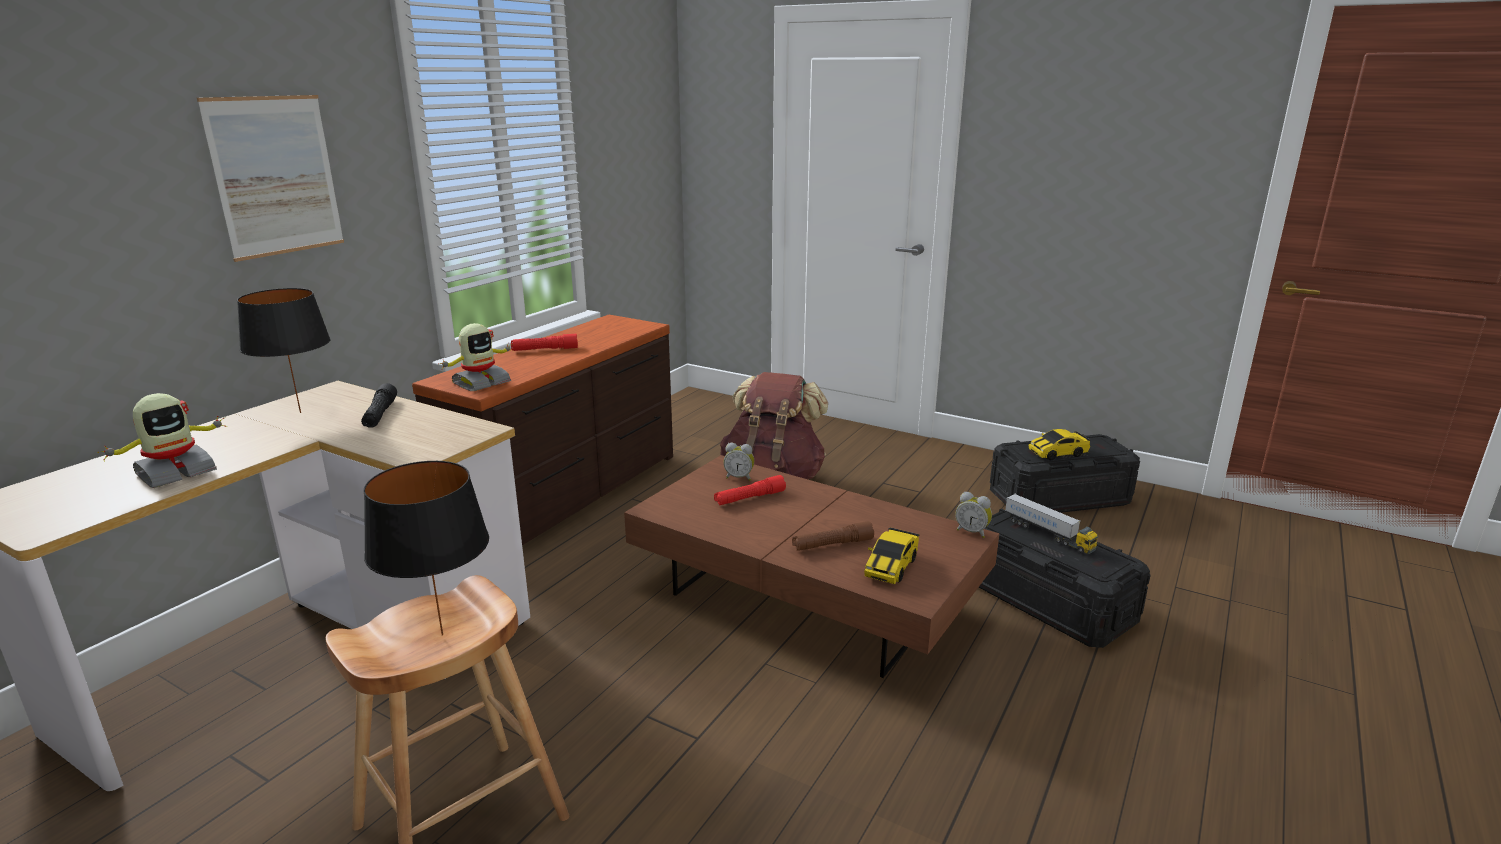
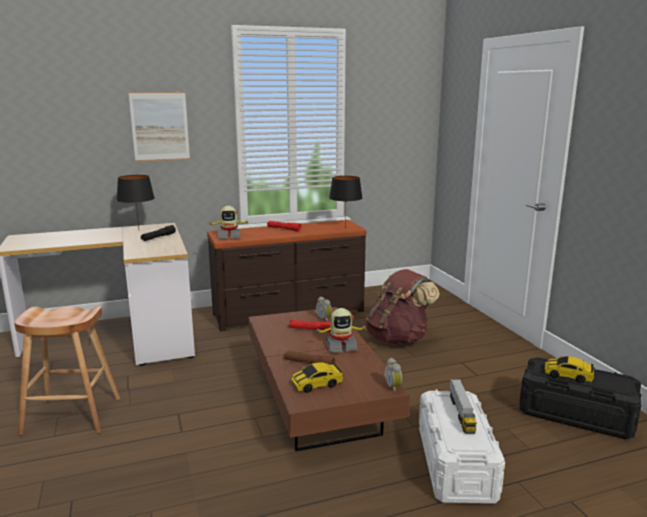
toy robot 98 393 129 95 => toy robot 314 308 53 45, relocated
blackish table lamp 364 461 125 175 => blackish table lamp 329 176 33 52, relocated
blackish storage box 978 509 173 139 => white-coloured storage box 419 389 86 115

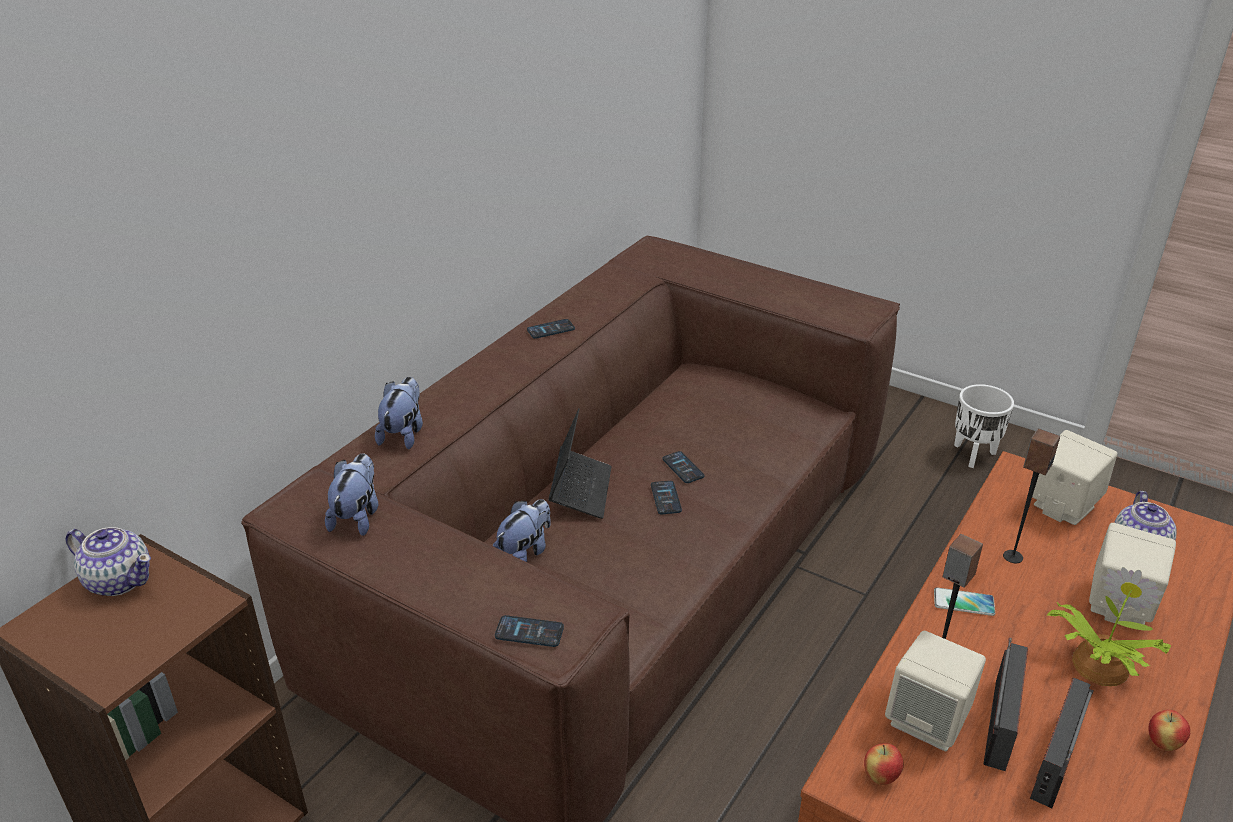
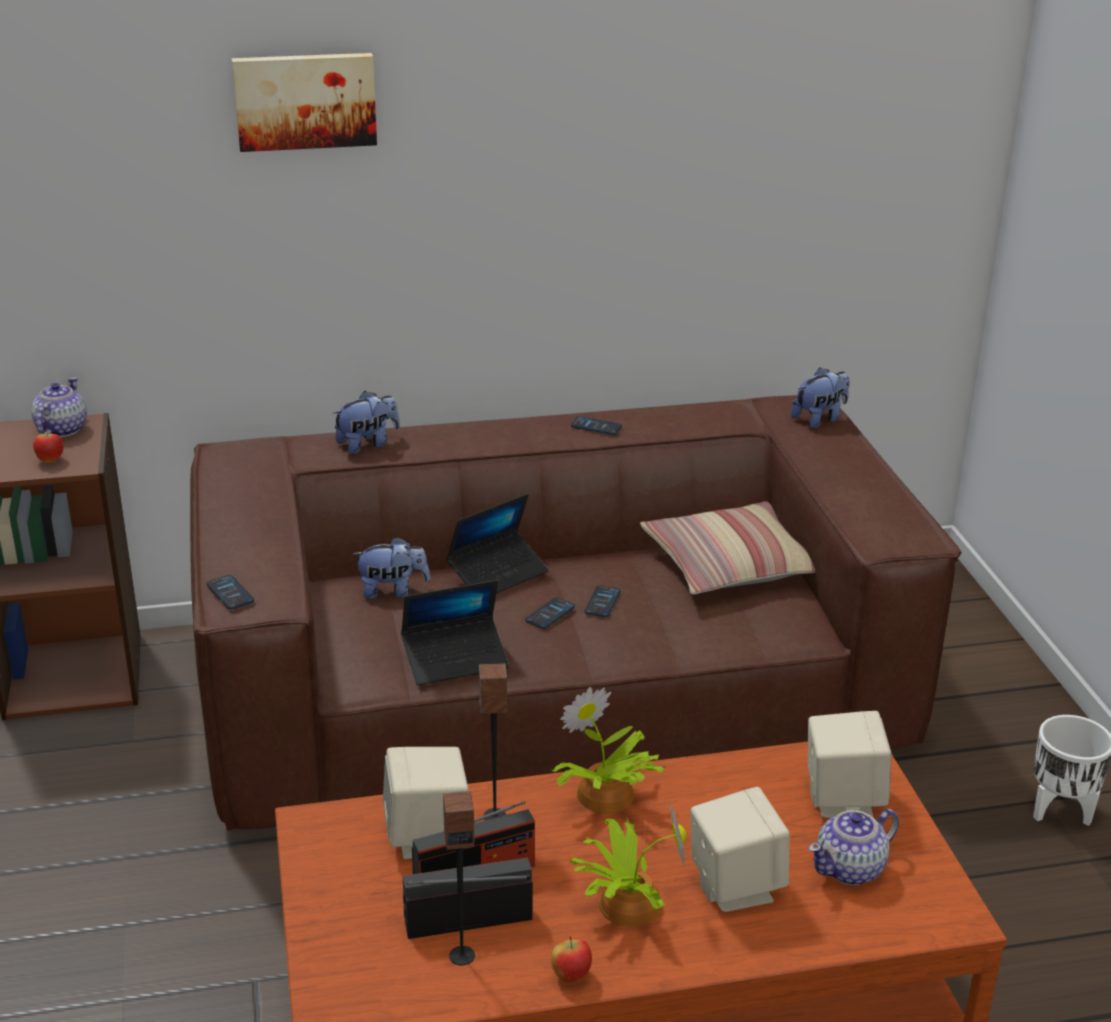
audio speaker 1003 429 57 134 => audio speaker 443 791 32 174, relocated
plush toy 325 453 53 83 => plush toy 791 367 59 62, relocated
teapot 65 527 86 69 => teapot 31 377 56 60, 150 degrees counterclockwise
handset 934 587 61 29 => potted plant 552 687 114 127
apple 864 743 40 42 => apple 33 428 31 35, relocated
nothing => picture 232 53 145 99
nothing => throw pillow 640 501 175 94
nothing => notebook computer 401 580 108 105

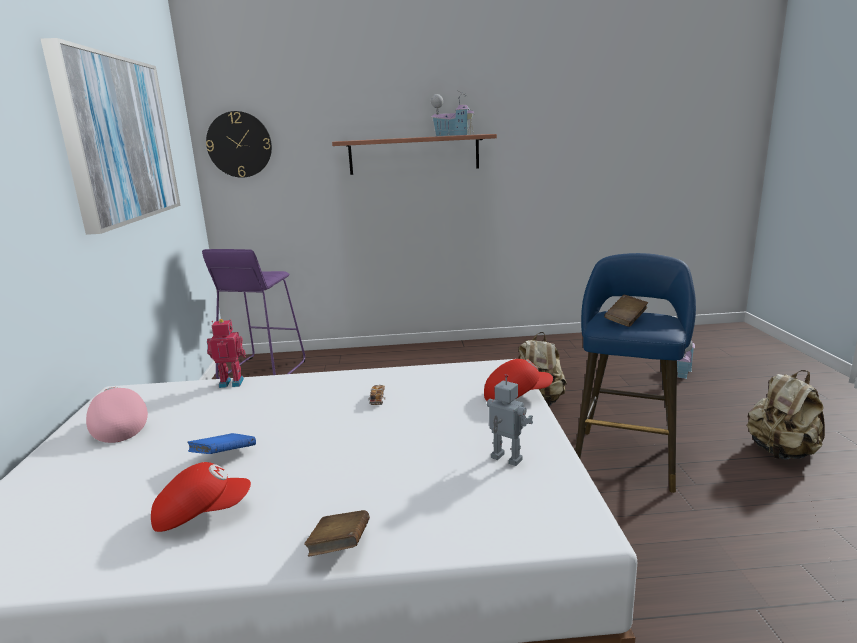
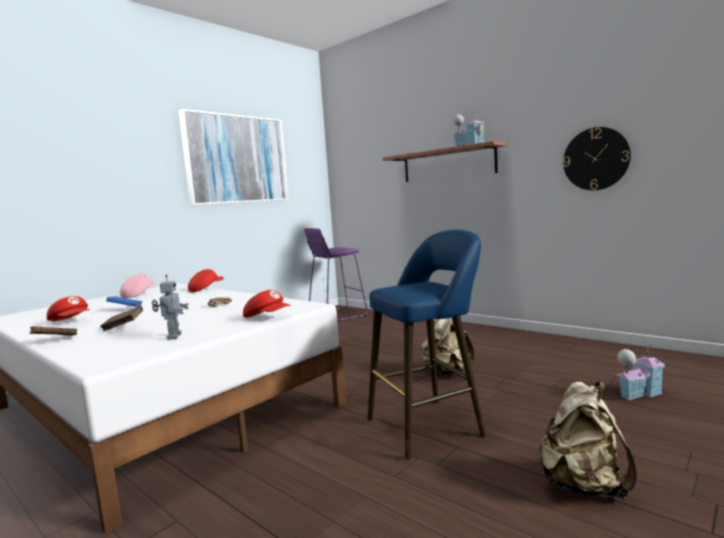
clock on the wall 206 111 66 67 => clock on the wall 563 127 68 63, relocated
brownish bound book 604 295 45 32 => brownish bound book 100 306 43 25, relocated
toy robot 207 319 39 69 => reddish baseball cap 188 269 36 23

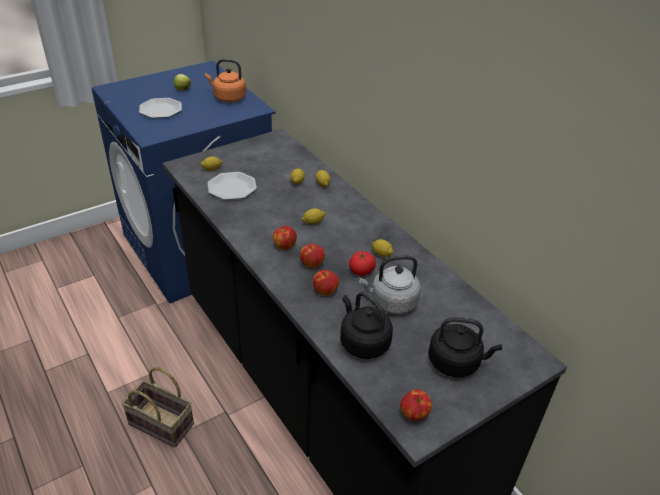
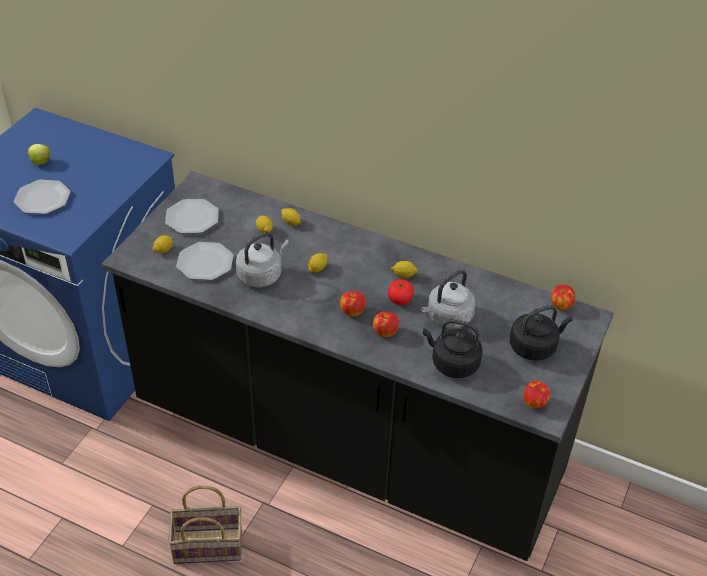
orange-coloured water kettle 205 59 41 43 => nothing
apple 273 226 24 24 => apple 551 285 24 25, relocated
nothing => dinner plate 165 199 54 35
nothing => grey water kettle 236 232 54 55

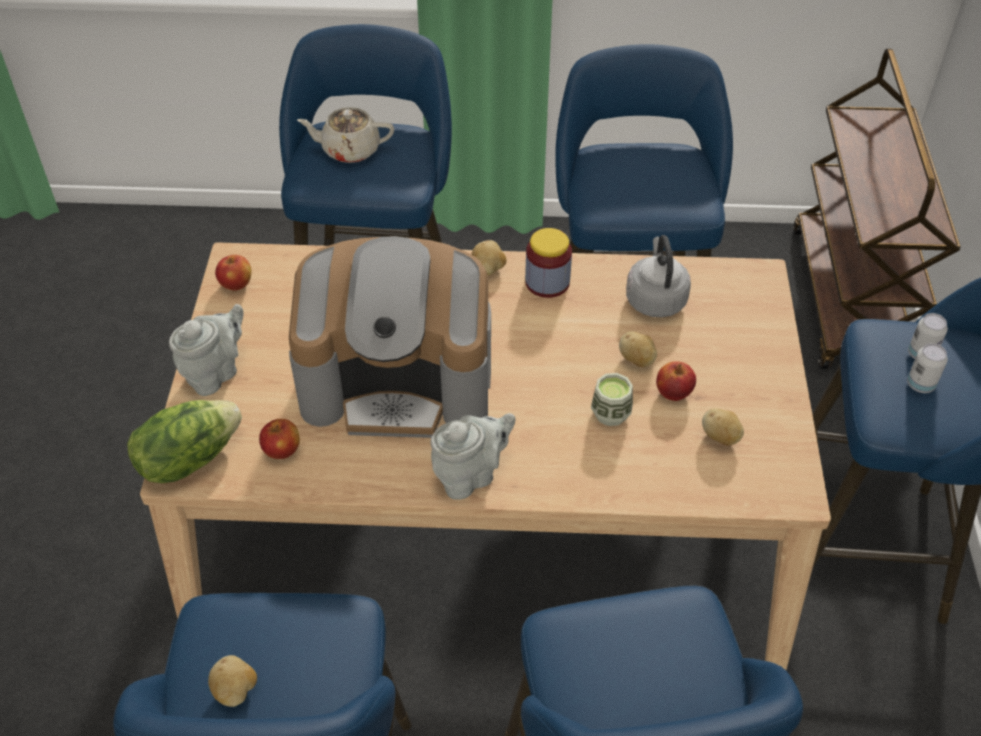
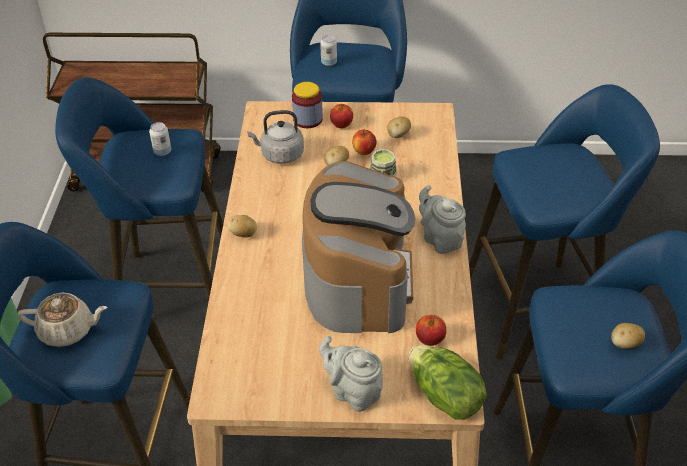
beige teapot 297 107 97 56 => beige teapot 18 293 90 54, 90 degrees counterclockwise
storage jar 525 228 47 70 => storage jar 292 82 31 46, relocated
apple 215 255 36 36 => apple 330 104 23 25, relocated
metal can 907 343 41 50 => metal can 149 122 22 34, relocated

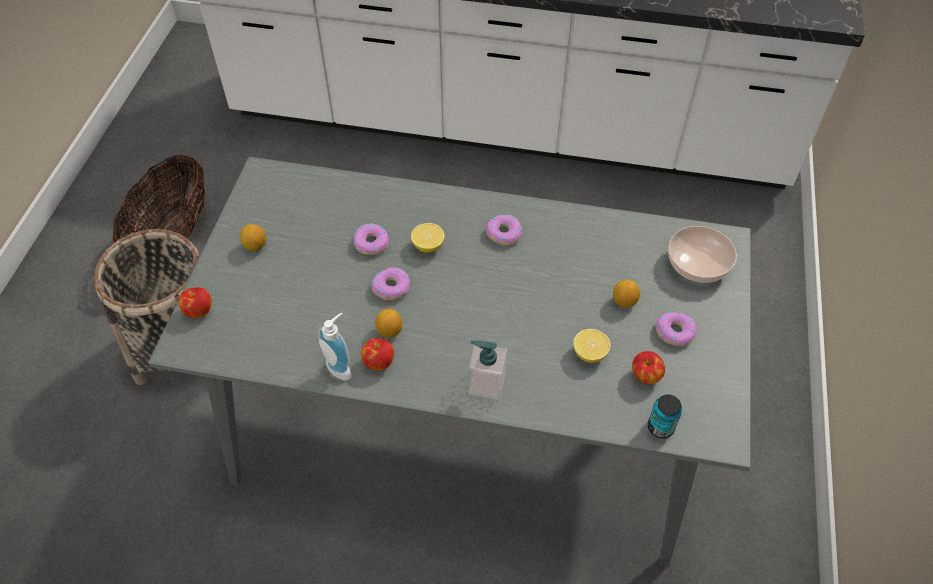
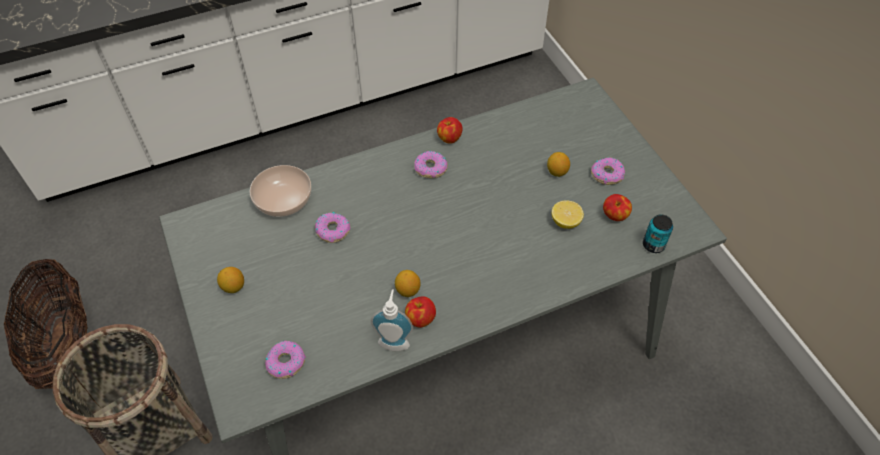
lemon 411 223 34 30 => nothing
bowl 668 226 69 57 => bowl 250 165 61 52, relocated
donut 372 267 38 33 => donut 265 341 41 38, relocated
apple 178 287 34 32 => apple 437 117 26 26, relocated
liquid soap bottle 468 340 39 60 => nothing

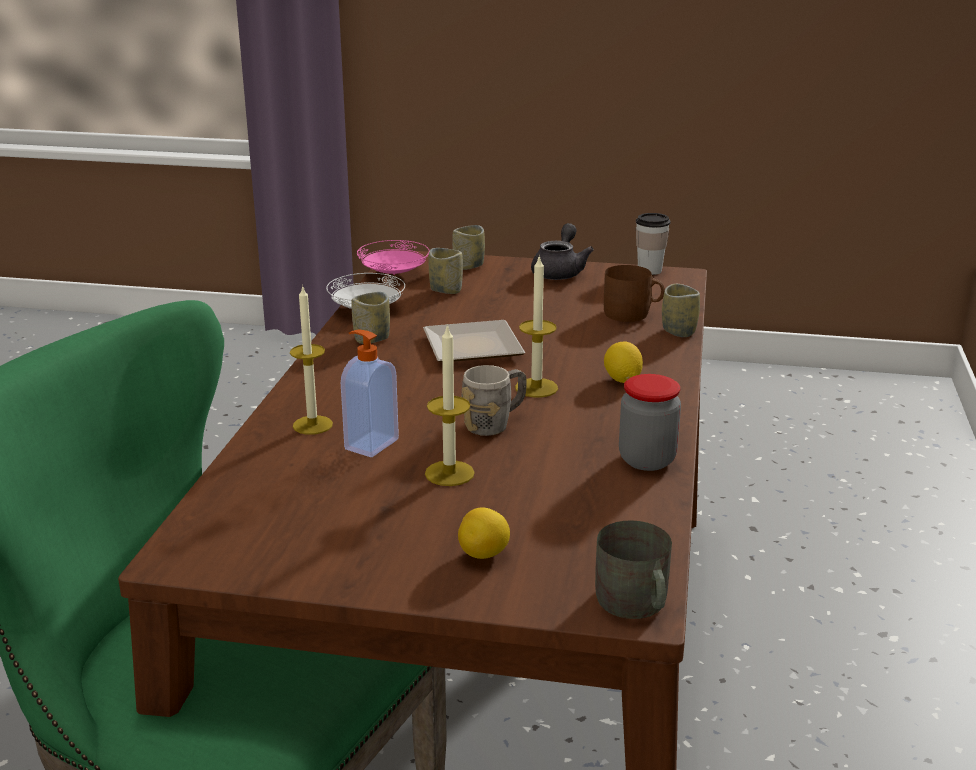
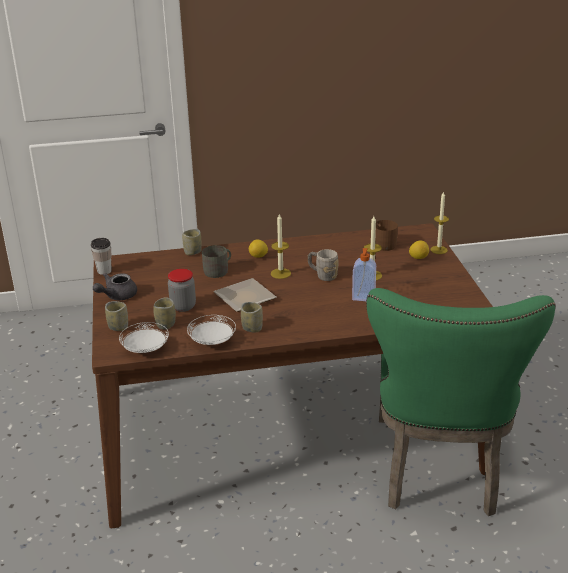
grey teapot 531 223 63 57 => grey teapot 93 273 44 27, 45 degrees counterclockwise
pink-coloured dinner plate 357 240 73 35 => white-coloured dinner plate 119 322 50 31
brownish mug 604 265 61 57 => brownish mug 375 220 23 31, relocated
candle 290 285 43 150 => candle 430 191 19 63, relocated
storage jar 619 374 62 97 => storage jar 168 269 28 43, relocated
grey mug 595 520 77 99 => grey mug 202 245 29 33, relocated

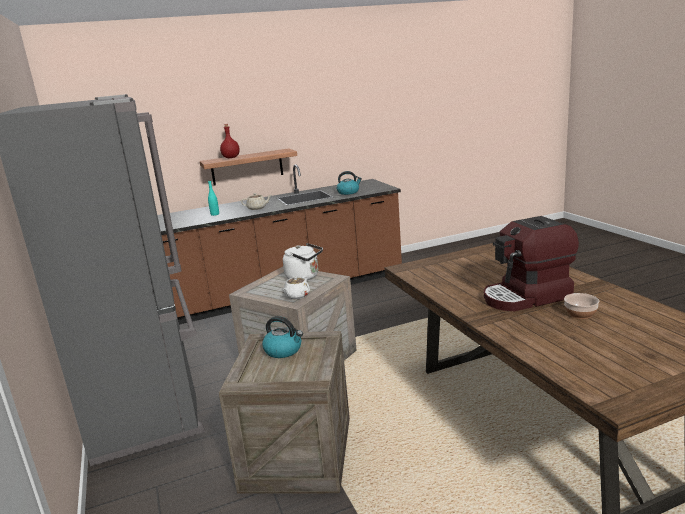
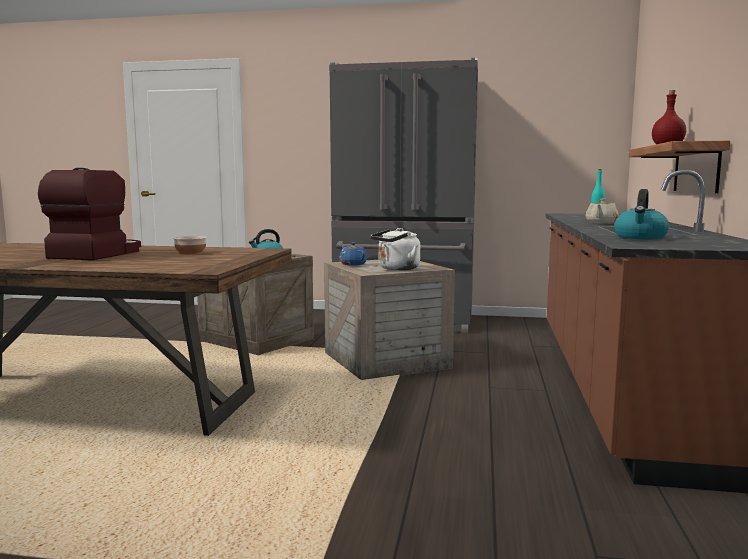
white-coloured teapot 284 276 26 23 => bluish teapot 339 243 28 23
bowl 564 293 35 26 => bowl 173 236 34 18, relocated

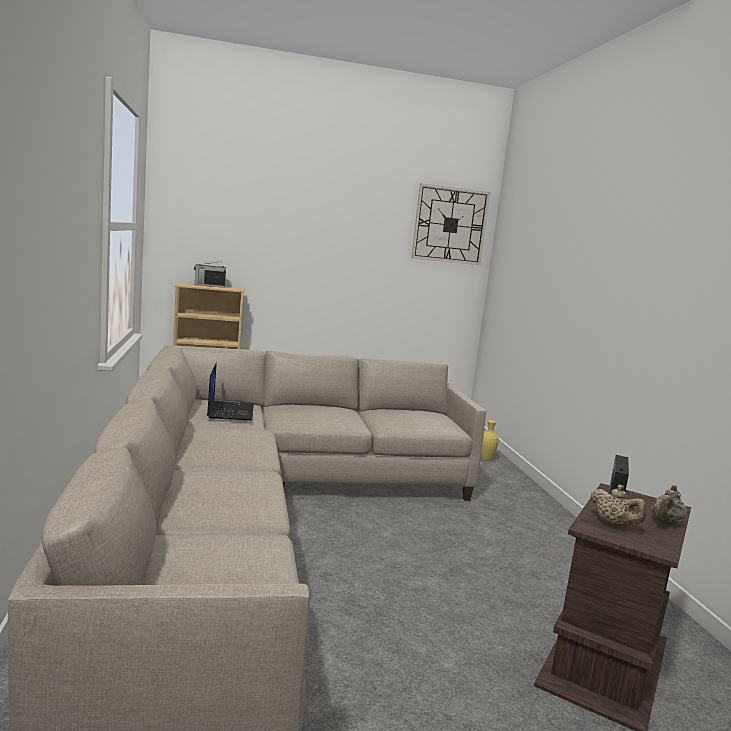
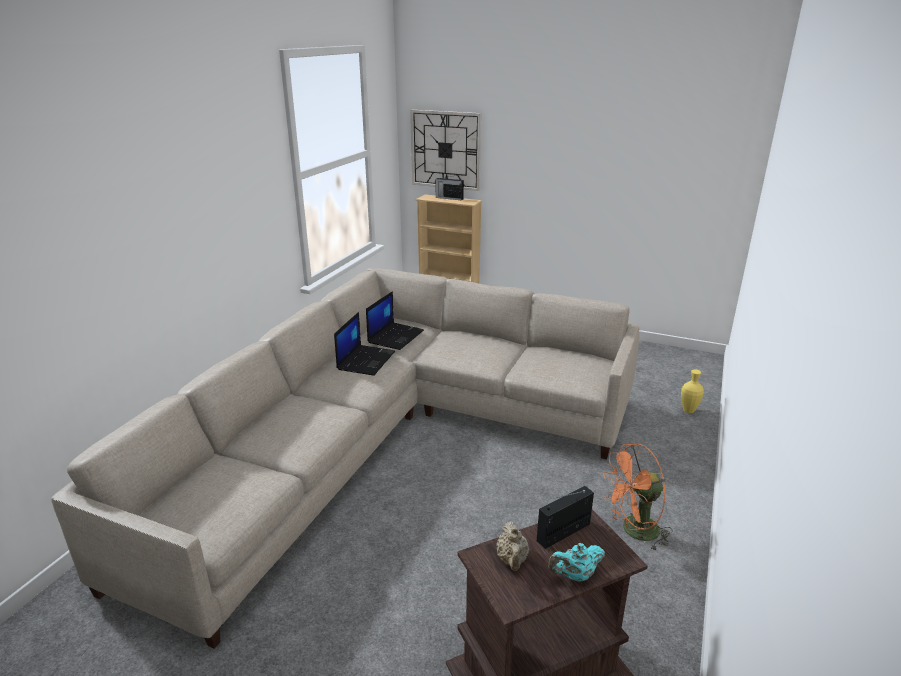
clock on the wall 411 184 79 81 => clock on the wall 410 110 71 81, relocated
beige teapot 651 485 36 40 => turquoise teapot 548 543 57 39
nothing => notebook computer 334 312 61 64
nothing => orange-coloured cooling fan 603 443 70 109

